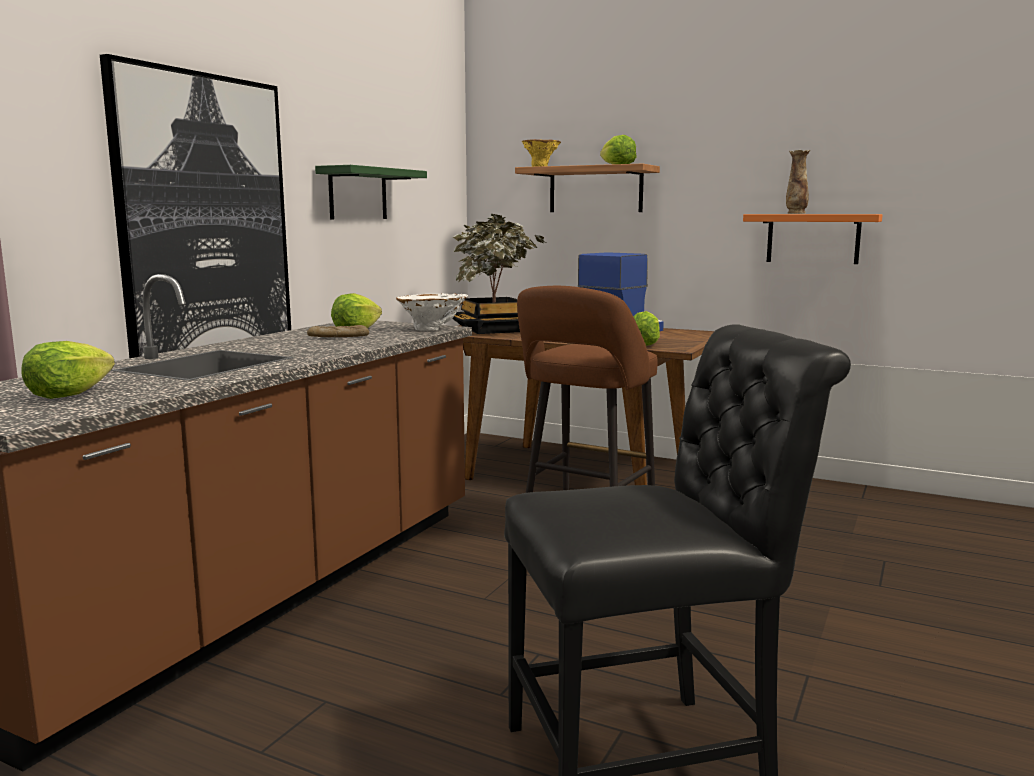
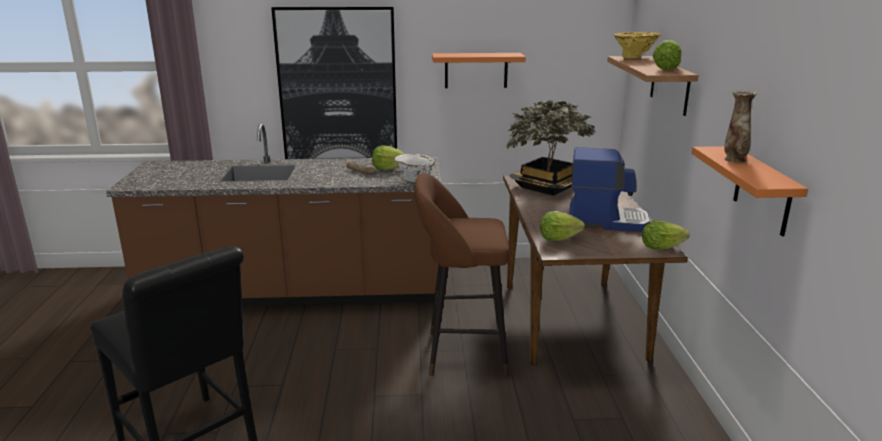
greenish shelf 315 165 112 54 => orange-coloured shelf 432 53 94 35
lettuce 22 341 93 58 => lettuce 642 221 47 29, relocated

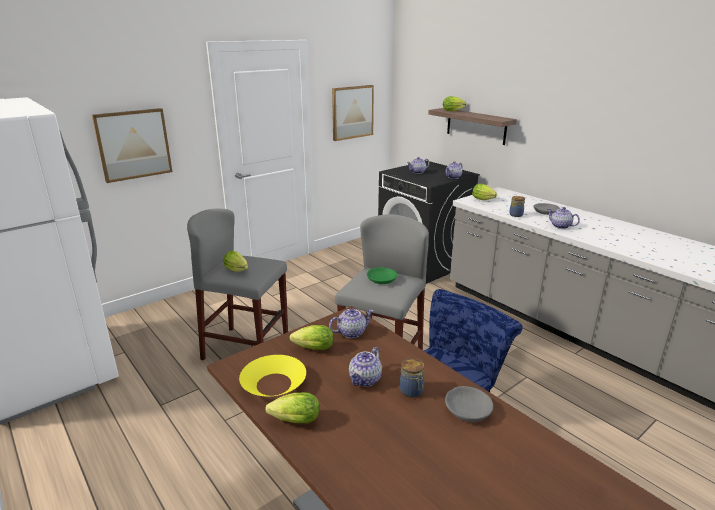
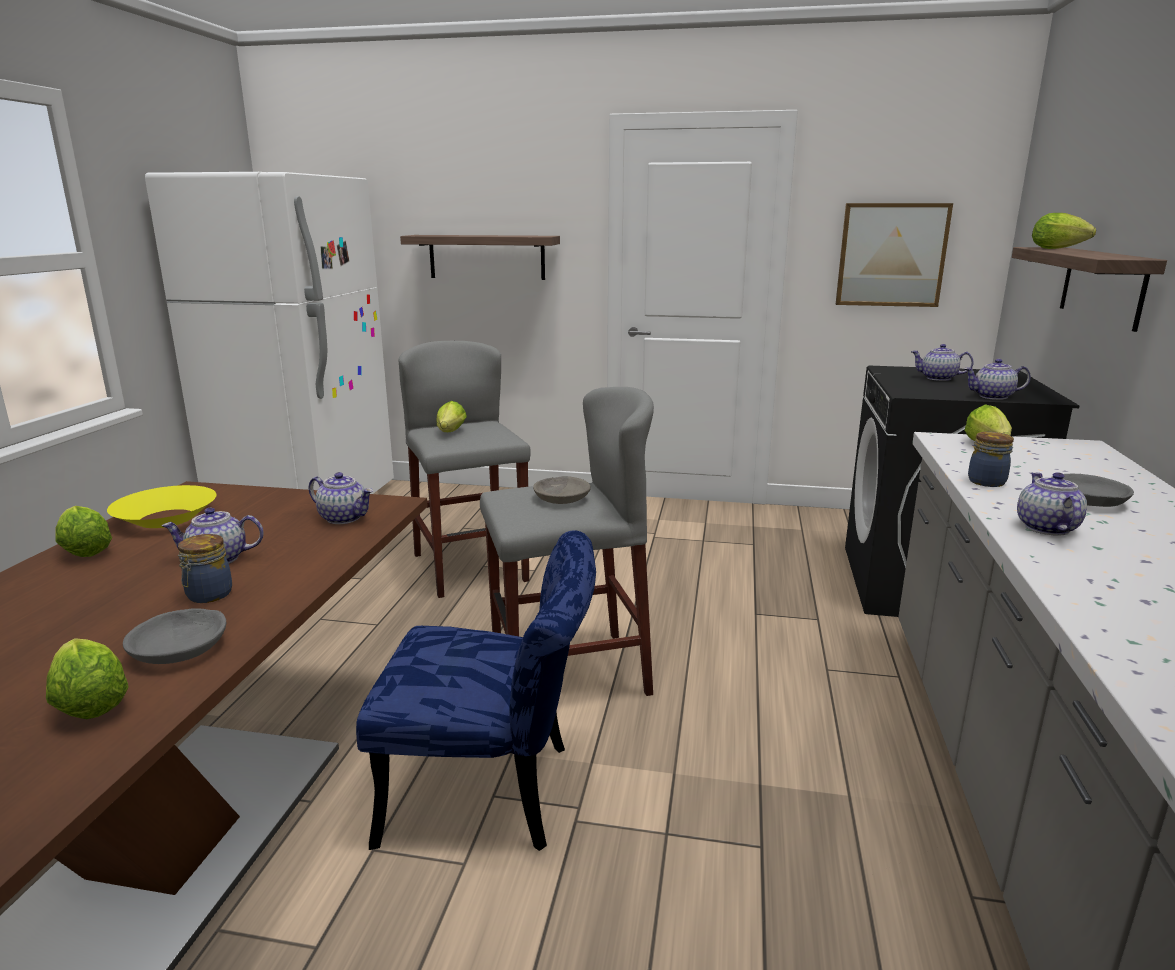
picture 92 108 81 75 => shelf 400 235 160 45
greenish bowl 367 267 30 17 => grey bowl 533 476 58 28
lettuce 289 325 44 25 => lettuce 46 638 83 81, relocated

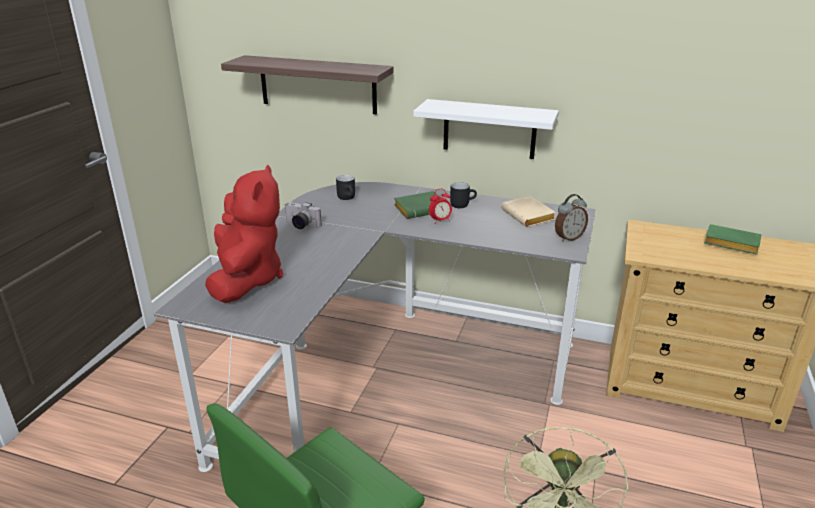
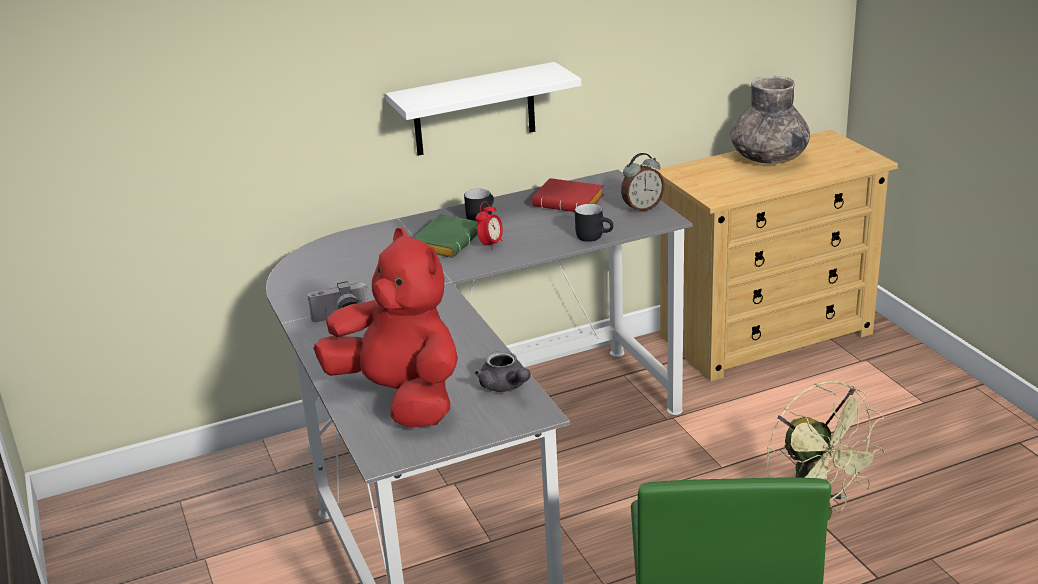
shelf 221 55 173 59 => nothing
blackish mug 336 175 19 25 => blackish mug 575 204 38 38, relocated
table clock 555 194 33 48 => table clock 621 153 44 60, 45 degrees clockwise
beige bound book 501 196 55 31 => reddish bound book 532 178 72 34
greenish bound book 704 224 57 30 => grey vase 730 76 80 88
nothing => grey teapot 475 351 55 41

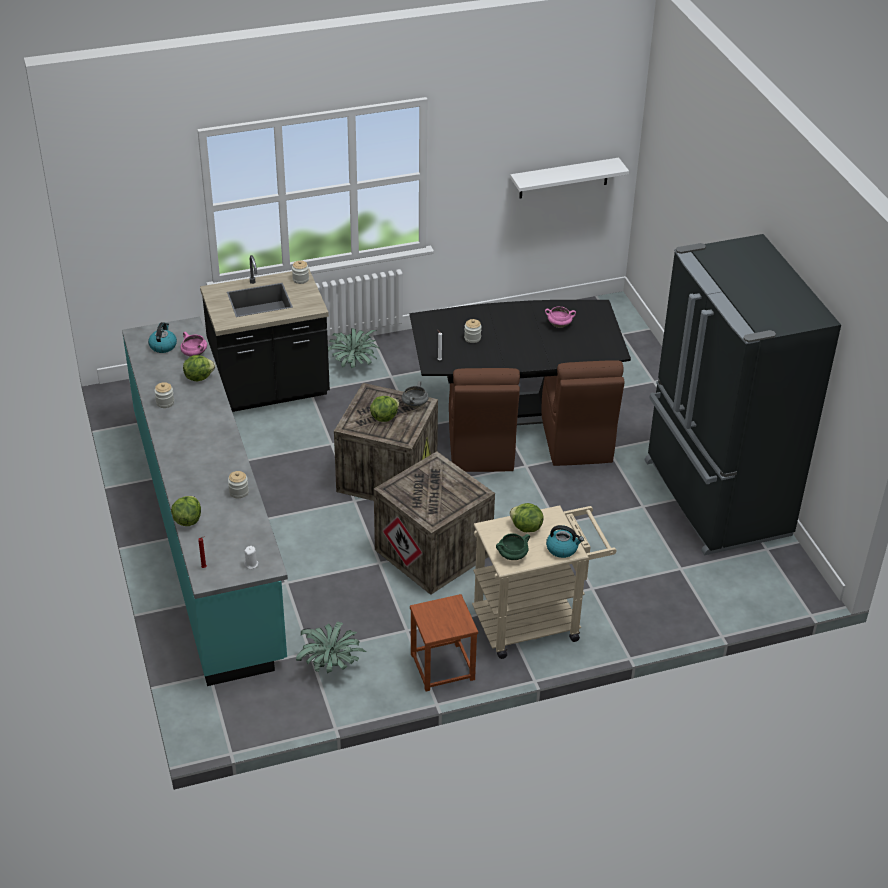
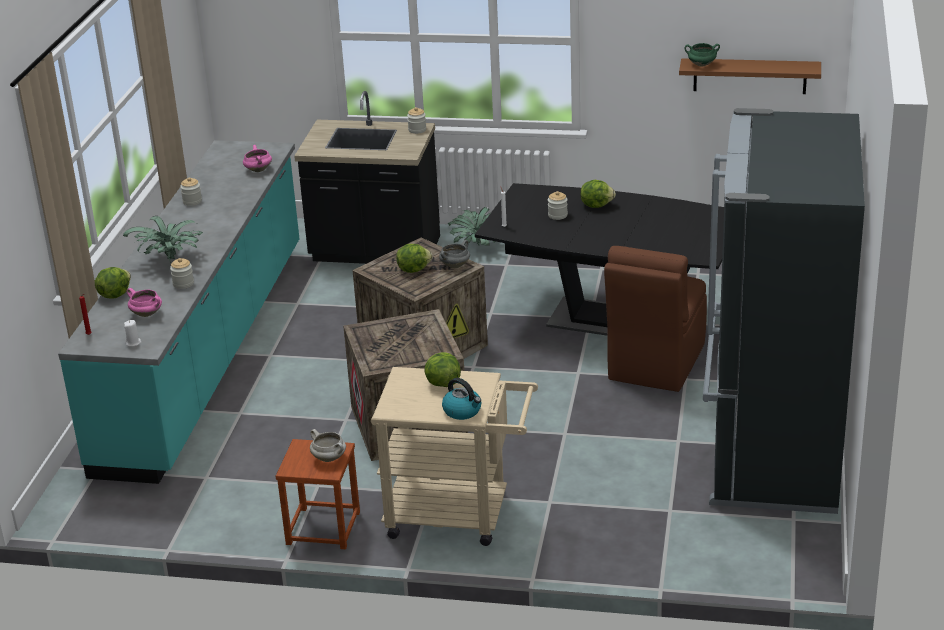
white-coloured shelf 510 158 119 40 => brownish shelf 679 58 142 36
pink-coloured saucepot 545 307 31 21 => pink-coloured saucepot 127 288 35 29, relocated
water kettle 148 322 29 31 => nothing
lettuce 183 355 32 26 => lettuce 580 180 36 28, relocated
brownish chair 449 368 71 104 => nothing
greenish saucepot 496 533 34 27 => greenish saucepot 685 43 35 23, relocated
potted plant 296 622 70 51 => potted plant 123 216 80 47, relocated
nothing => white-coloured saucepot 310 429 36 33

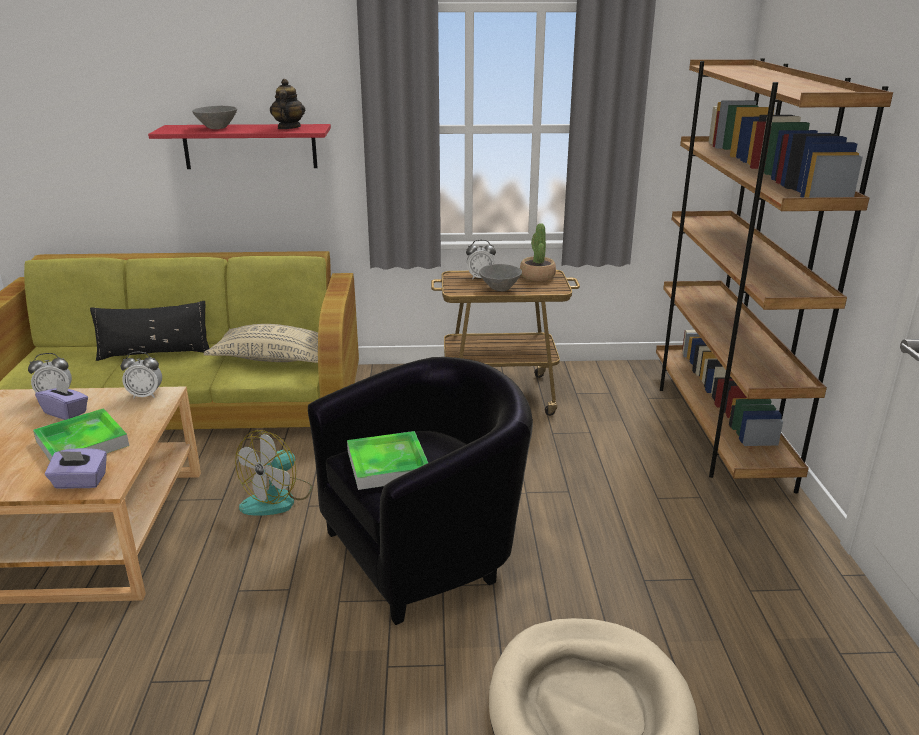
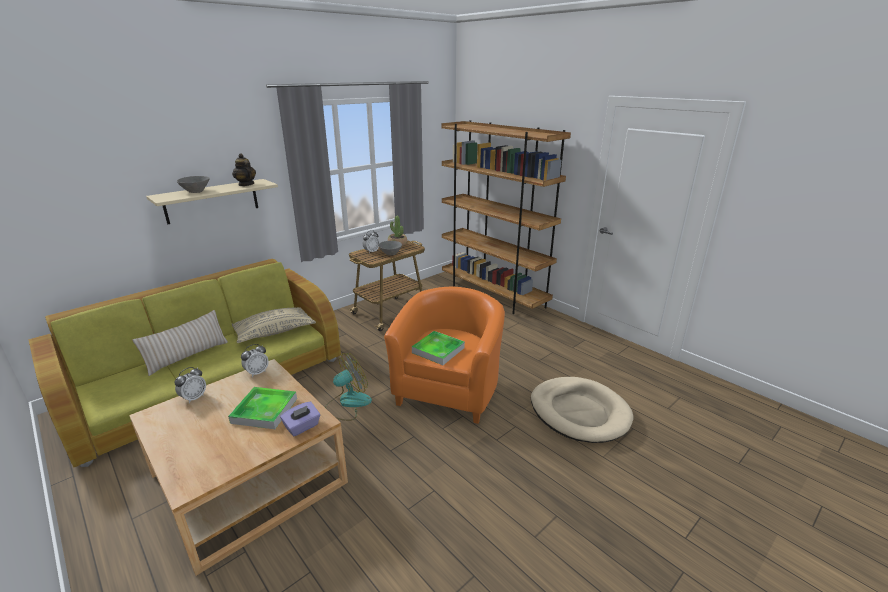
reddish shelf 148 124 183 45 => beige shelf 146 179 132 45
blackish throw pillow 90 301 120 60 => beige throw pillow 132 310 96 66
blackish armchair 308 357 225 268 => orange-coloured armchair 384 287 121 137
purplish box of tissues 35 379 53 41 => nothing
cooling fan 235 430 77 86 => cooling fan 325 353 47 68, 120 degrees counterclockwise

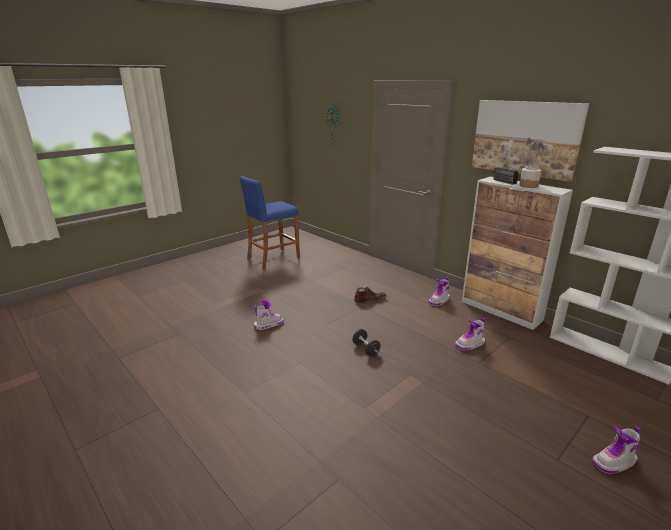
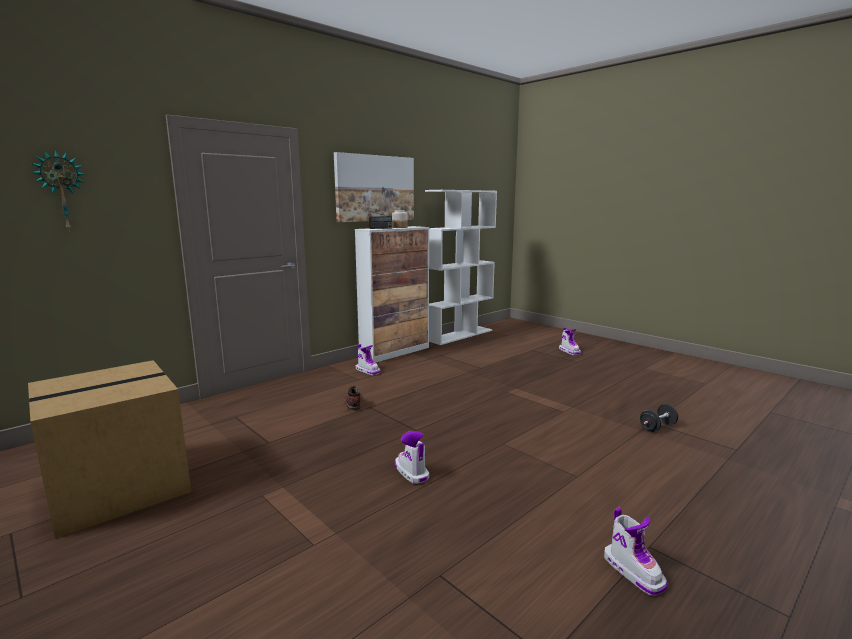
bluish sitting stool 239 176 61 93 => packing box 28 360 163 179
high-top boot 455 317 30 33 => high-top boot 604 508 64 88, relocated
blackish dumbbell 352 329 29 28 => blackish dumbbell 640 404 38 28, relocated

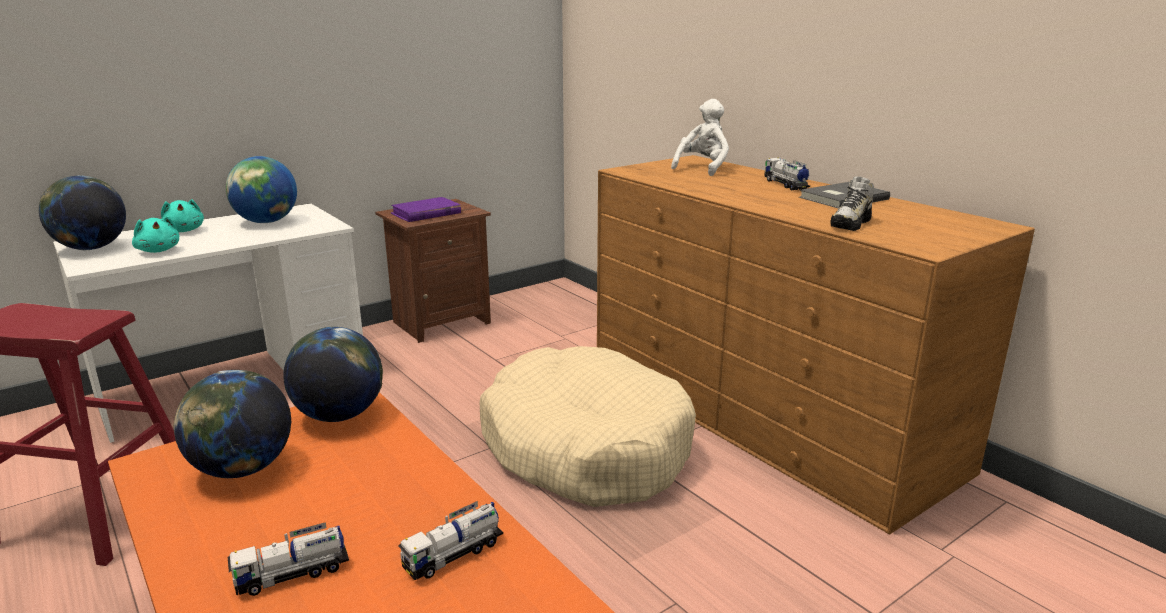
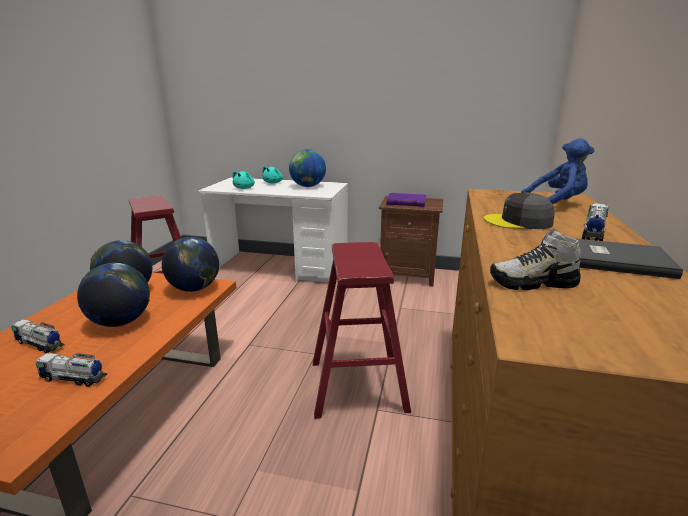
white-coloured plush toy 671 99 58 77 => bluish plush toy 521 138 73 66
desk globe 39 175 87 75 => desk globe 77 263 73 64, relocated
beige dog bed 480 346 216 161 => reddish sitting stool 313 242 98 177
nothing => grey baseball cap 484 192 71 37

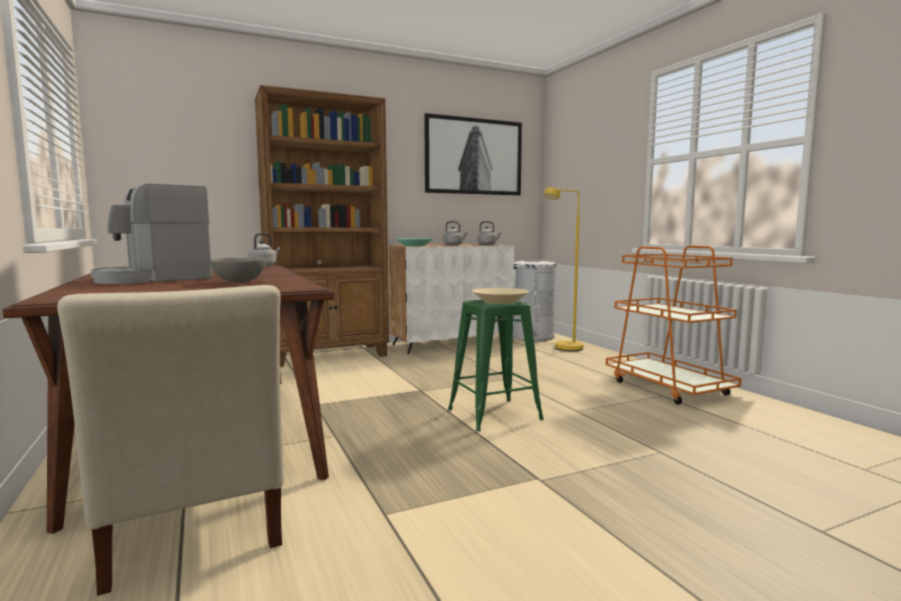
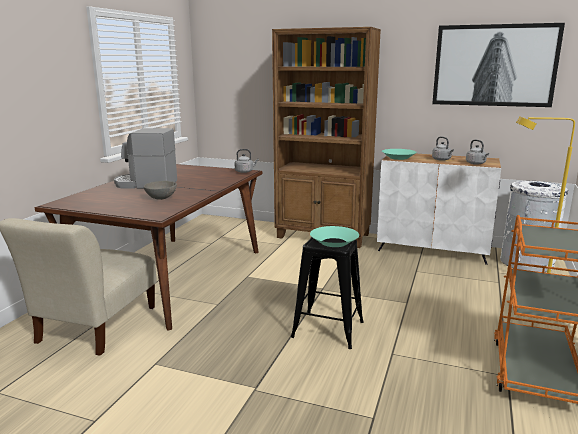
beige bowl 472 288 57 16 => turquoise bowl 310 226 49 21
greenish sitting stool 448 300 96 131 => blackish sitting stool 291 237 73 112

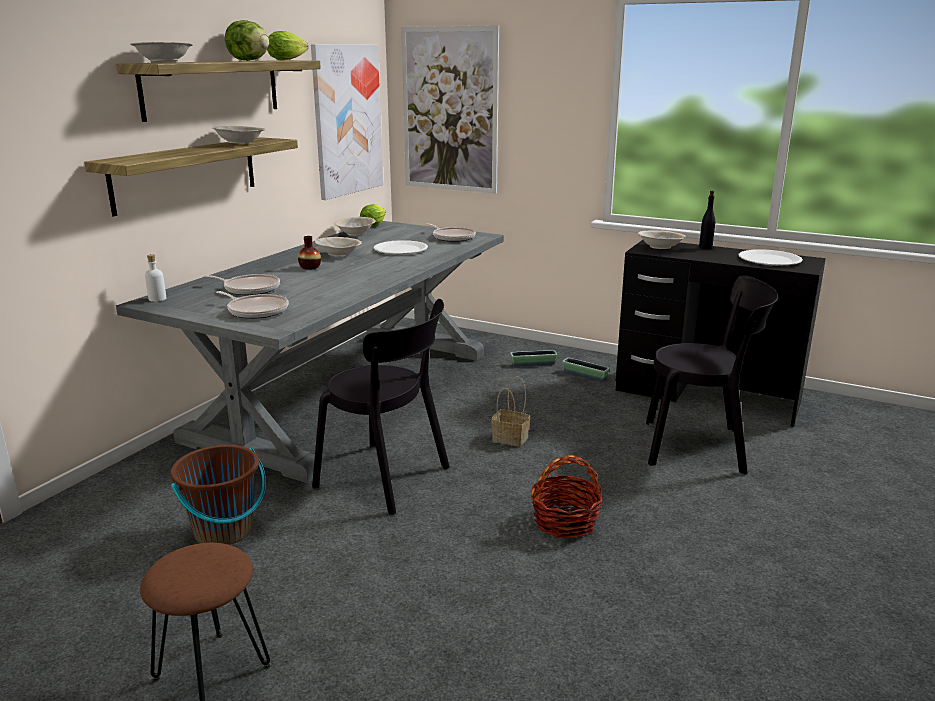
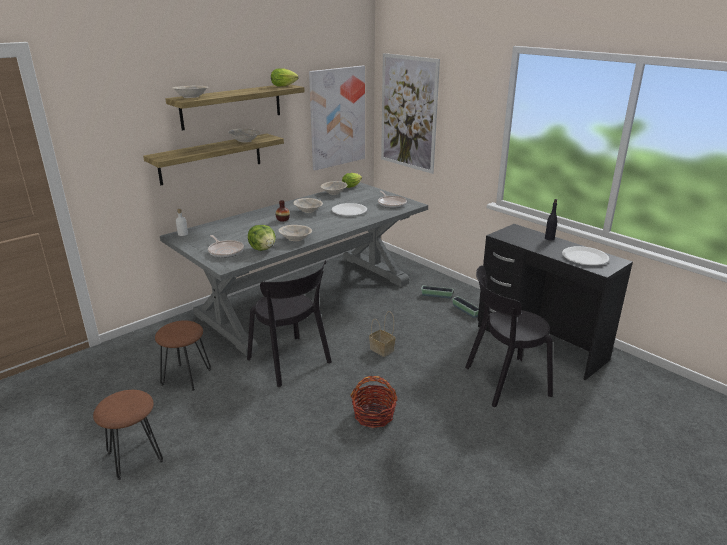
lettuce 225 20 44 41 => lettuce 248 225 28 26, relocated
beige bowl 638 231 48 18 => beige bowl 279 225 33 16, relocated
pan 203 274 77 21 => nothing
blackish chair 646 275 132 200 => blackish chair 465 265 88 142, 135 degrees clockwise
brownish bucket 170 445 96 100 => brownish sitting stool 155 320 56 71

